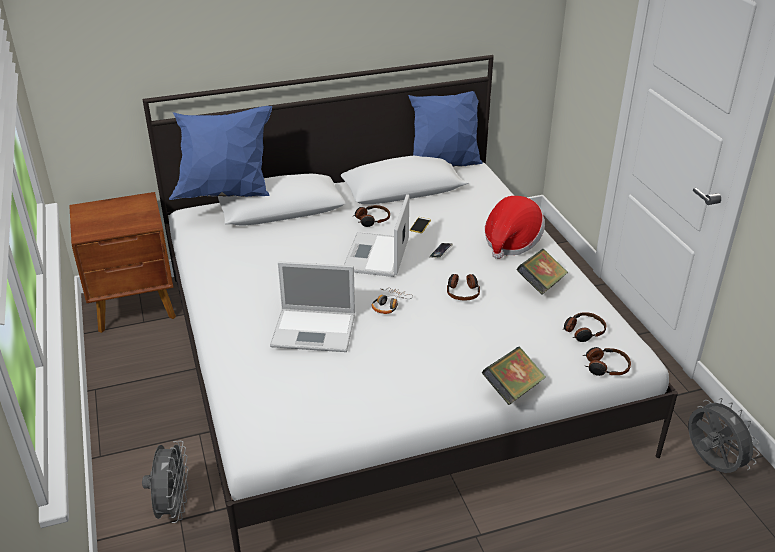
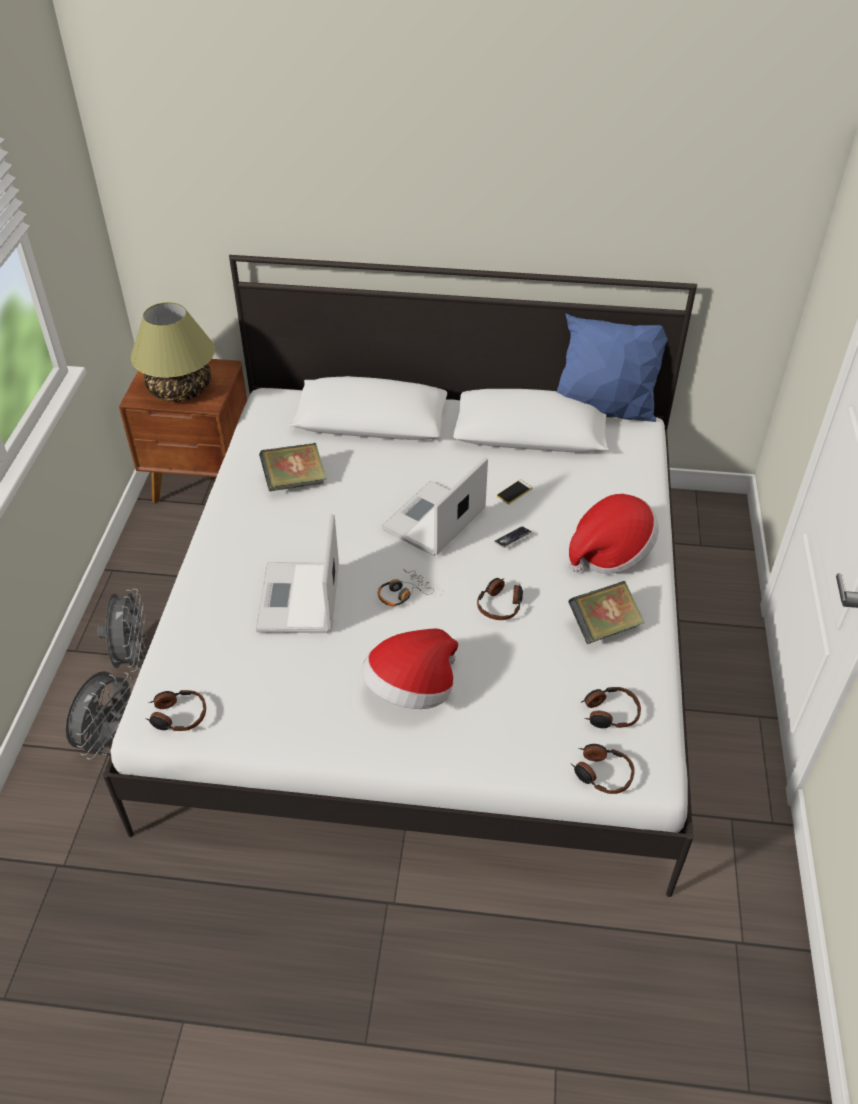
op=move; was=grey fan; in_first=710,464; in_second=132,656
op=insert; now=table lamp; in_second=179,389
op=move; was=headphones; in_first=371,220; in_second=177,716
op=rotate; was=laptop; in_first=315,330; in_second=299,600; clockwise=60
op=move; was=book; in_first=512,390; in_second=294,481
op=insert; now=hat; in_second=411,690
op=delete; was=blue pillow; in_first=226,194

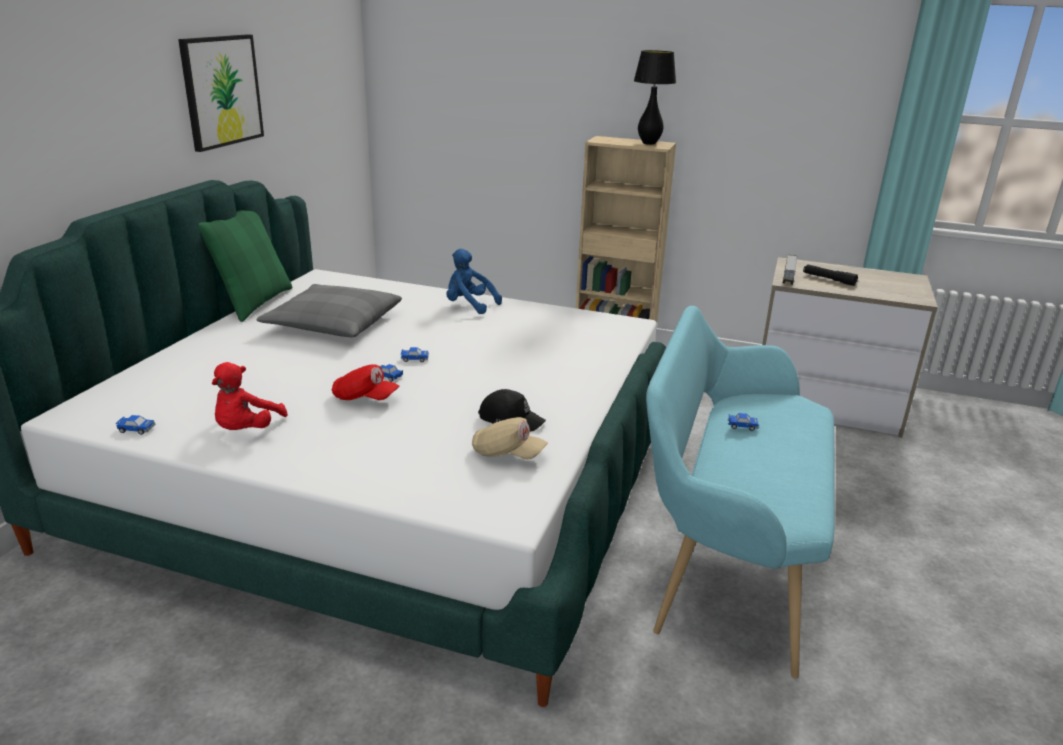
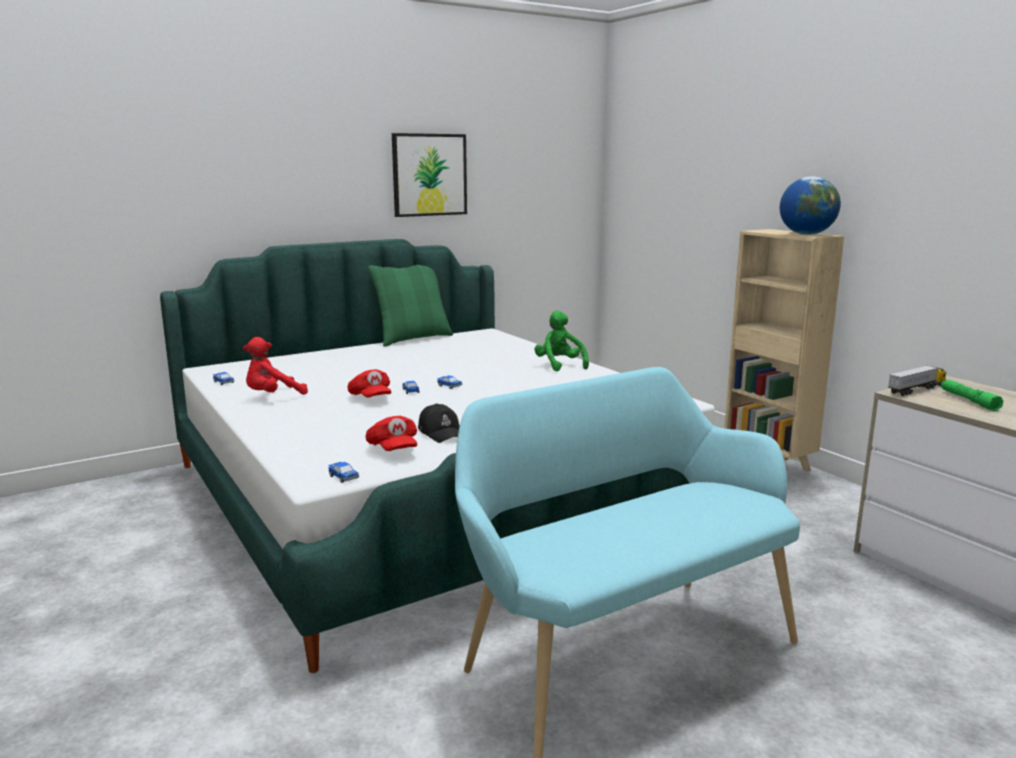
op=move; was=toy car; in_first=742,426; in_second=343,477
op=recolor; was=beige cap; now=red cap; in_first=507,454; in_second=393,450
op=recolor; was=blue plush toy; now=green plush toy; in_first=469,305; in_second=559,365
op=replace; was=black table lamp; now=globe; in_first=648,143; in_second=806,234
op=recolor; was=black flashlight; now=green flashlight; in_first=828,279; in_second=968,400
op=delete; was=grey pillow; in_first=333,323

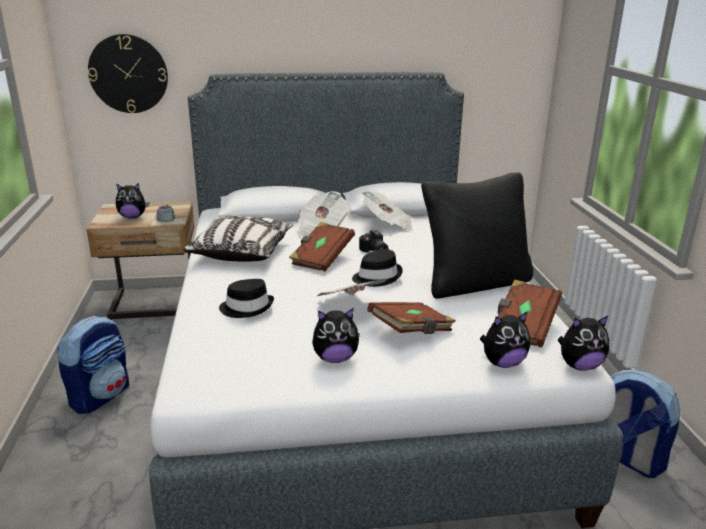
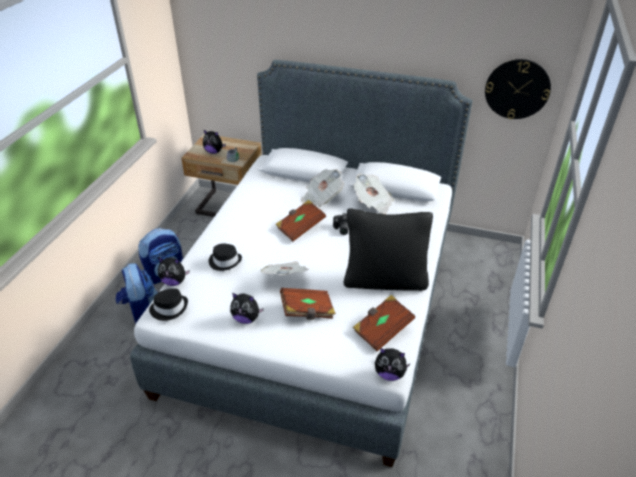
op=move; was=backpack; in_first=624,458; in_second=141,312
op=move; was=black hat; in_first=377,277; in_second=169,308
op=move; was=plush toy; in_first=502,363; in_second=174,282
op=move; was=wall clock; in_first=128,74; in_second=517,89
op=delete; was=pillow; in_first=242,252

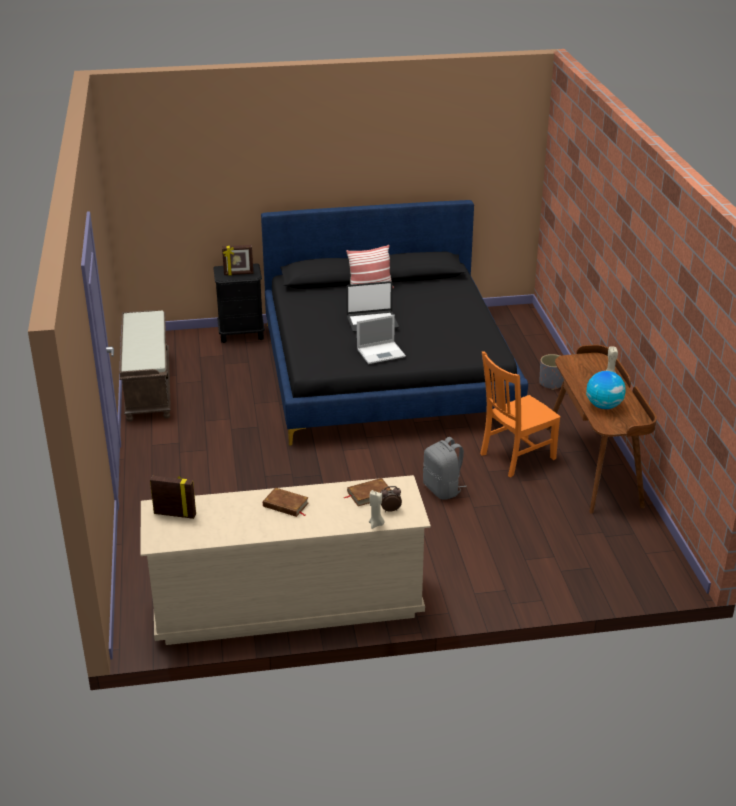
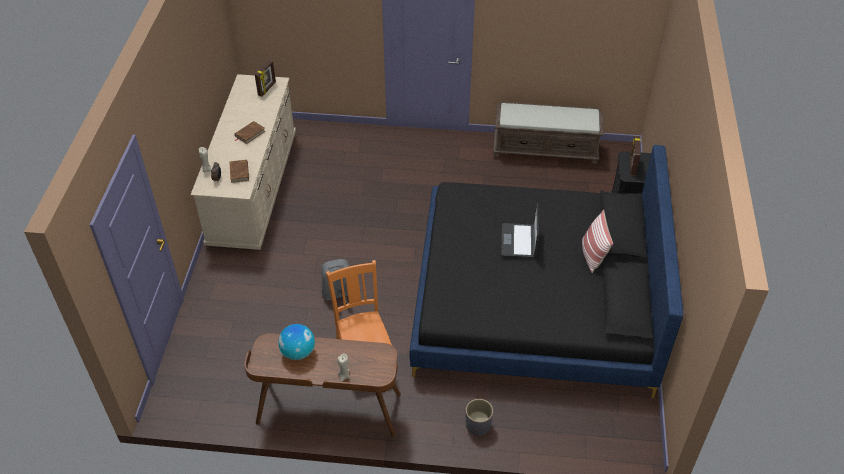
op=delete; was=laptop; in_first=382,352

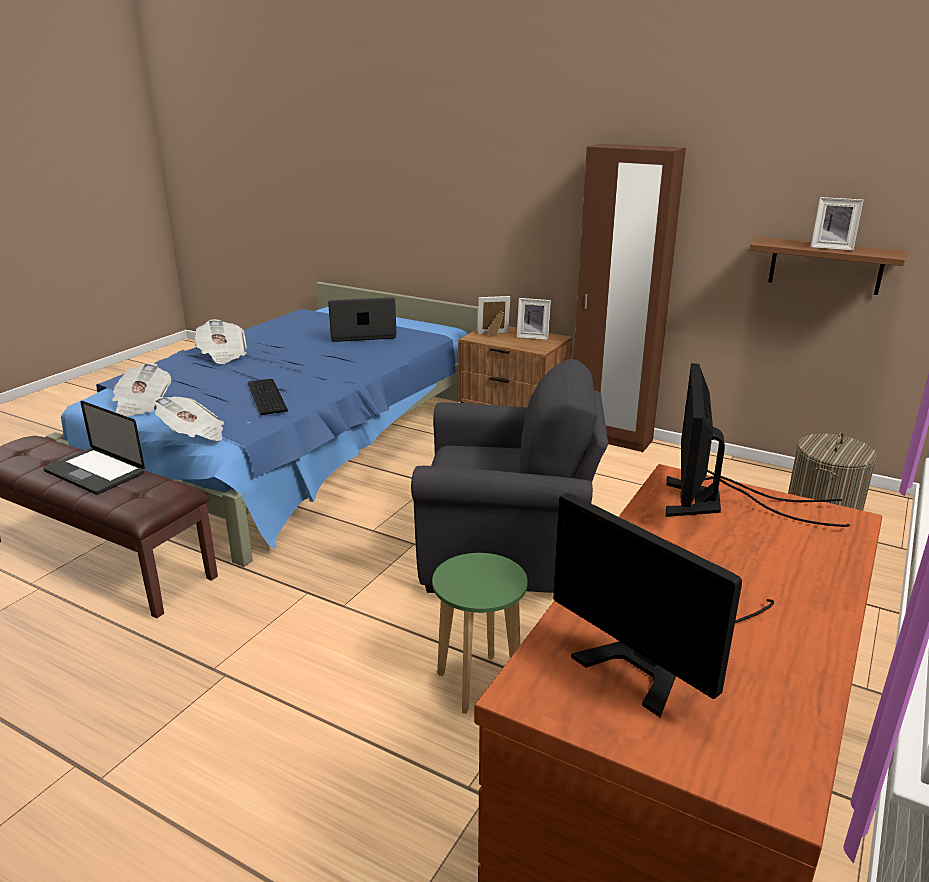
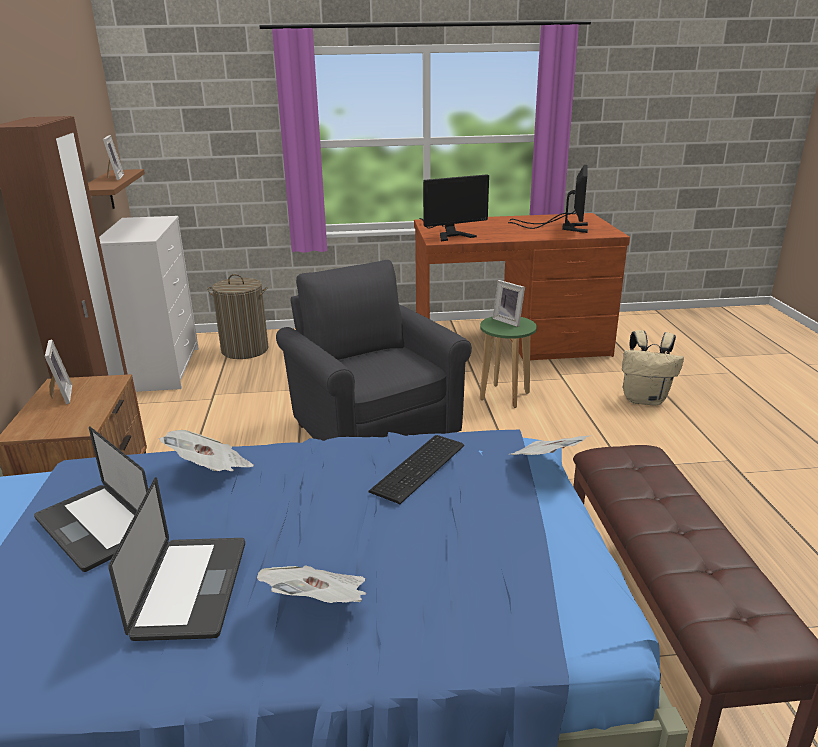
op=insert; now=white dresser; in_second=163,368
op=move; was=laptop; in_first=95,472; in_second=191,588
op=move; was=newspaper; in_first=142,406; in_second=211,470
op=move; was=picture frame; in_first=493,334; in_second=509,321
op=insert; now=beige backpack; in_second=645,399

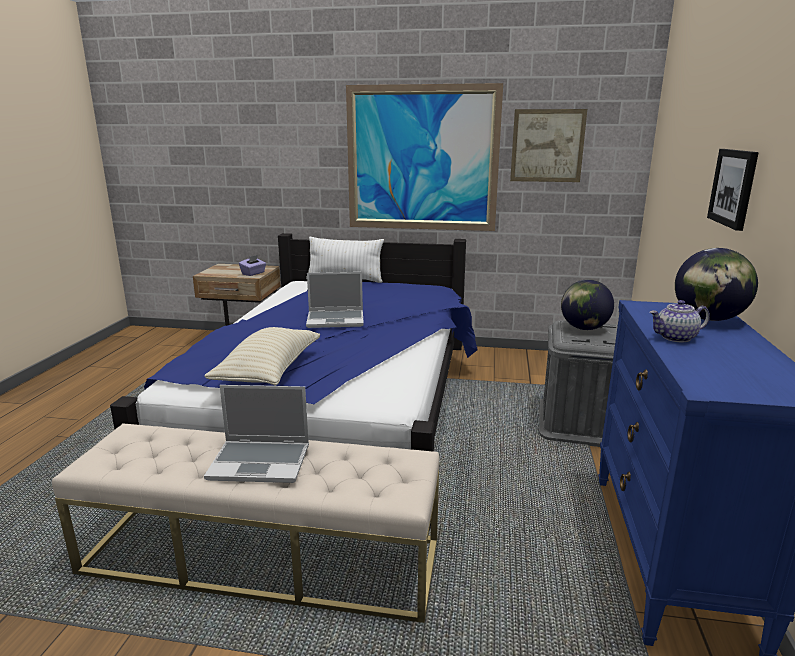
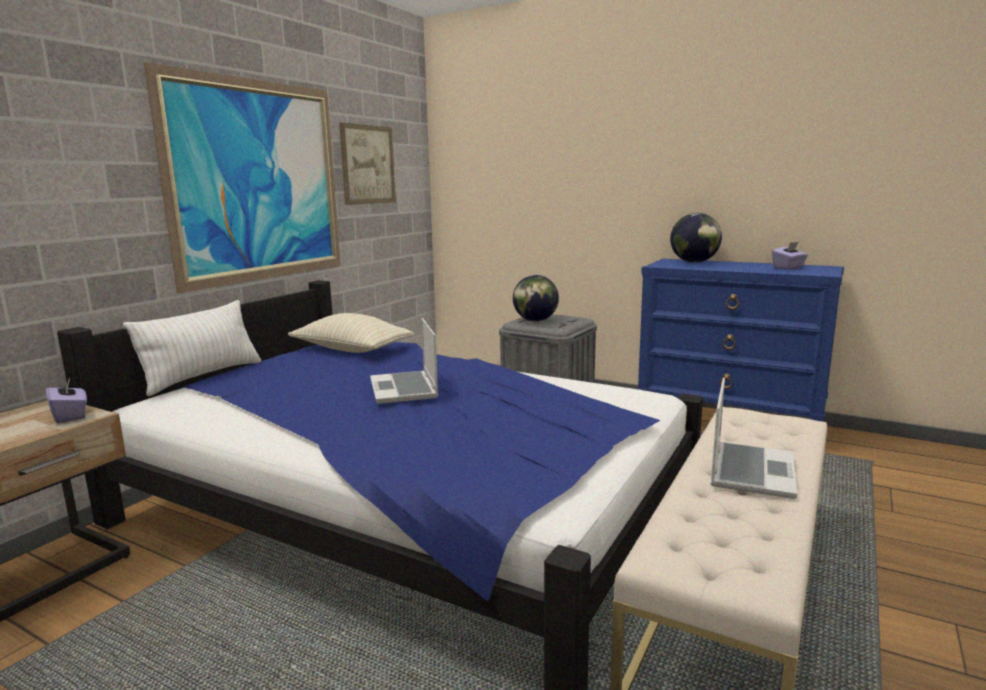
op=move; was=beige pillow; in_first=269,371; in_second=351,350
op=rotate; was=laptop; in_first=336,320; in_second=404,389; clockwise=150
op=insert; now=purple tissue box; in_second=788,268
op=delete; was=teapot; in_first=675,338
op=delete; was=picture; in_first=733,187

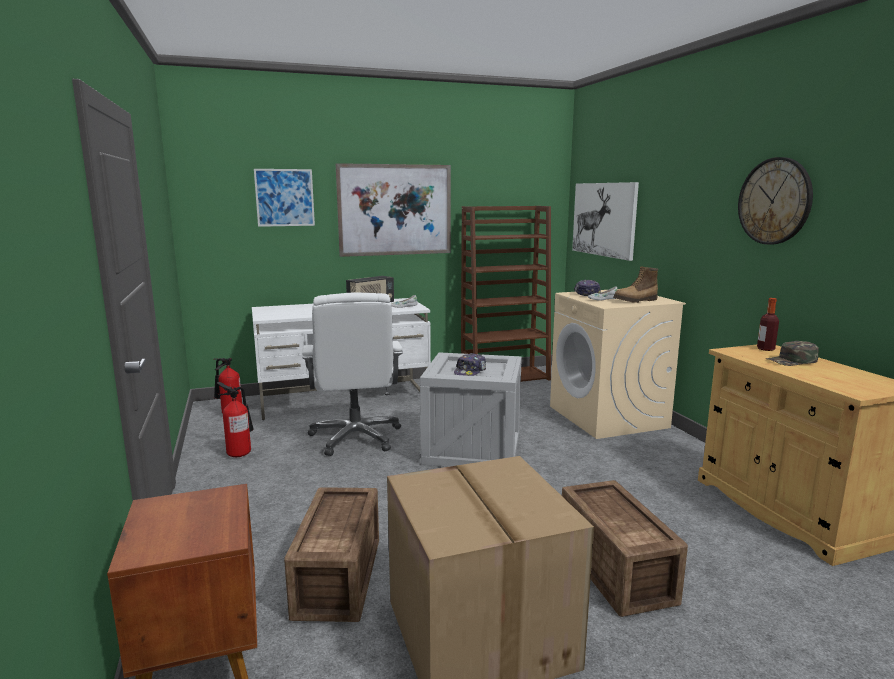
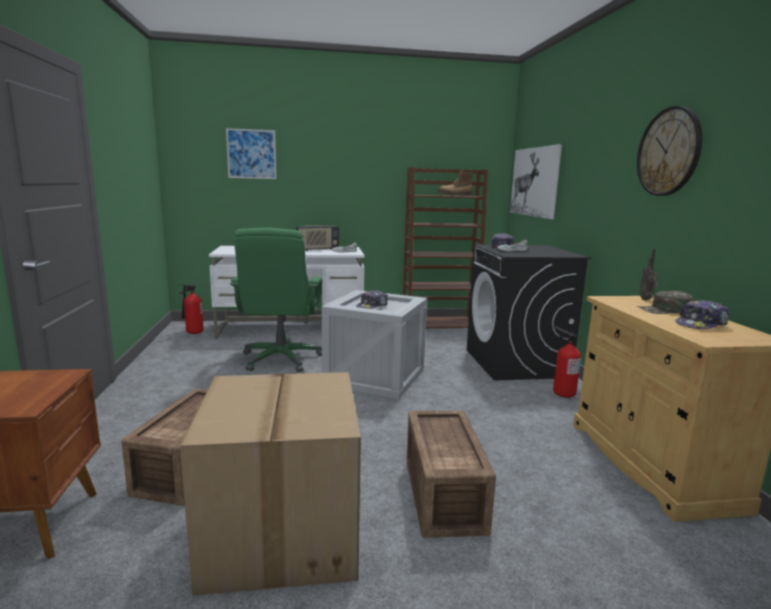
op=recolor; was=white office chair; now=green office chair; in_first=356,437; in_second=281,359
op=move; was=boot; in_first=636,301; in_second=455,195
op=recolor; was=beige washing machine; now=black washing machine; in_first=608,417; in_second=516,363
op=move; was=fire extinguisher; in_first=240,453; in_second=563,394
op=replace; was=bottle; now=radio; in_first=765,349; in_second=646,299
op=insert; now=cap; in_second=701,324
op=delete; was=picture; in_first=395,210

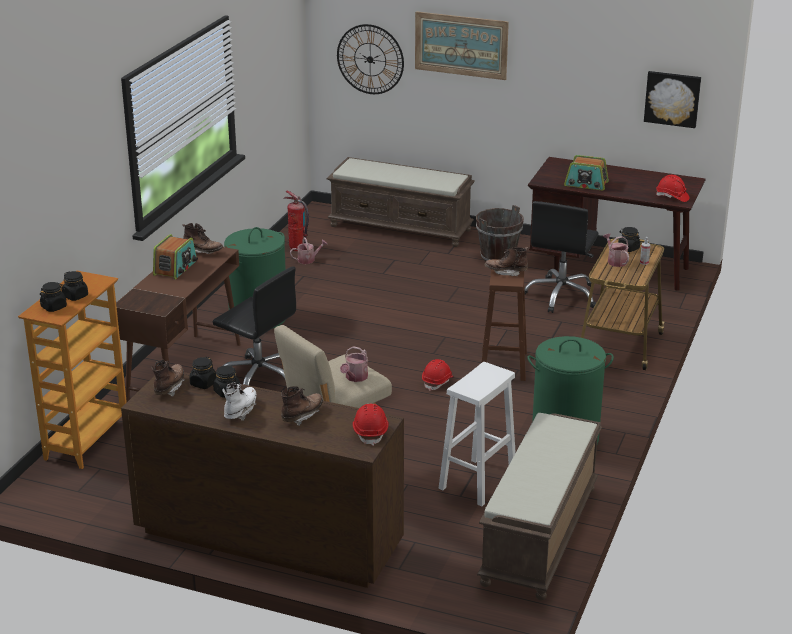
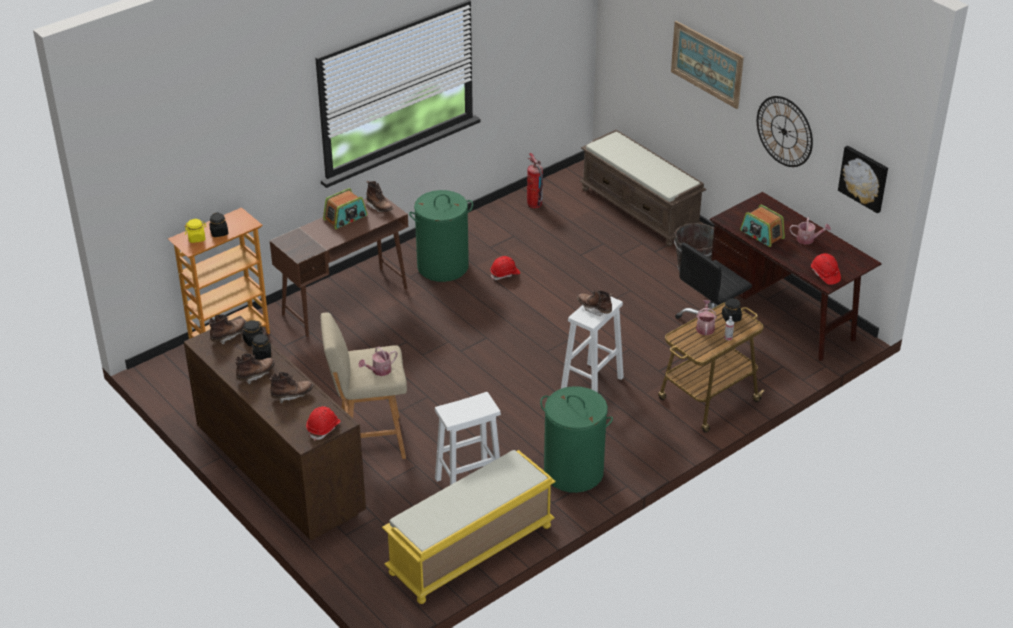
op=recolor; was=black jar; now=yellow jar; in_first=54,307; in_second=197,238
op=recolor; was=white boot; now=brown boot; in_first=240,411; in_second=255,375
op=recolor; was=brown bench; now=yellow bench; in_first=540,536; in_second=470,550
op=move; was=red hard hat; in_first=438,382; in_second=505,274
op=recolor; was=brown stool; now=white stool; in_first=503,365; in_second=591,384
op=move; was=wall clock; in_first=370,59; in_second=784,131
op=move; was=watering can; in_first=308,260; in_second=808,239
op=delete; was=black office chair; in_first=259,378

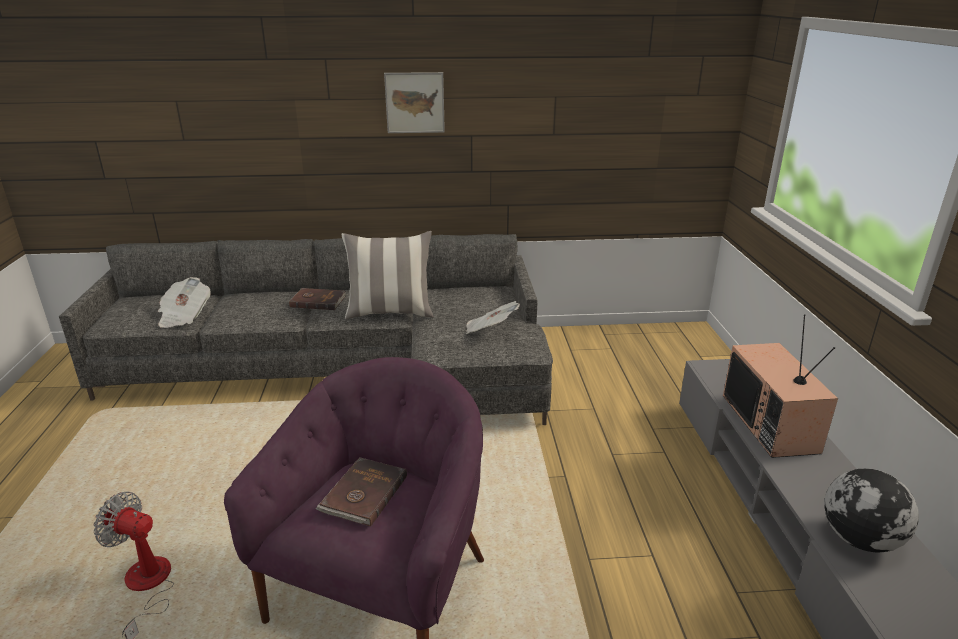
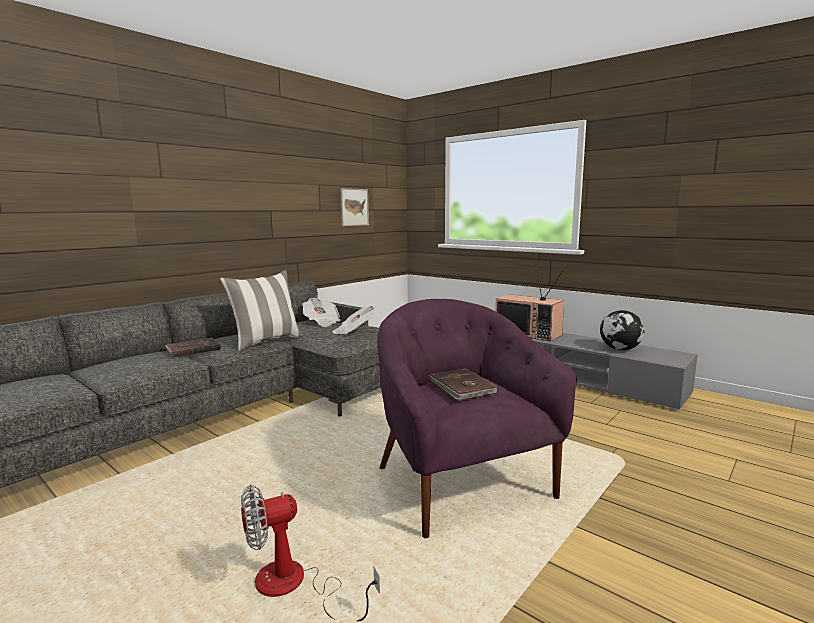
op=move; was=newspaper; in_first=184,316; in_second=321,322
op=move; was=picture; in_first=415,103; in_second=354,207

